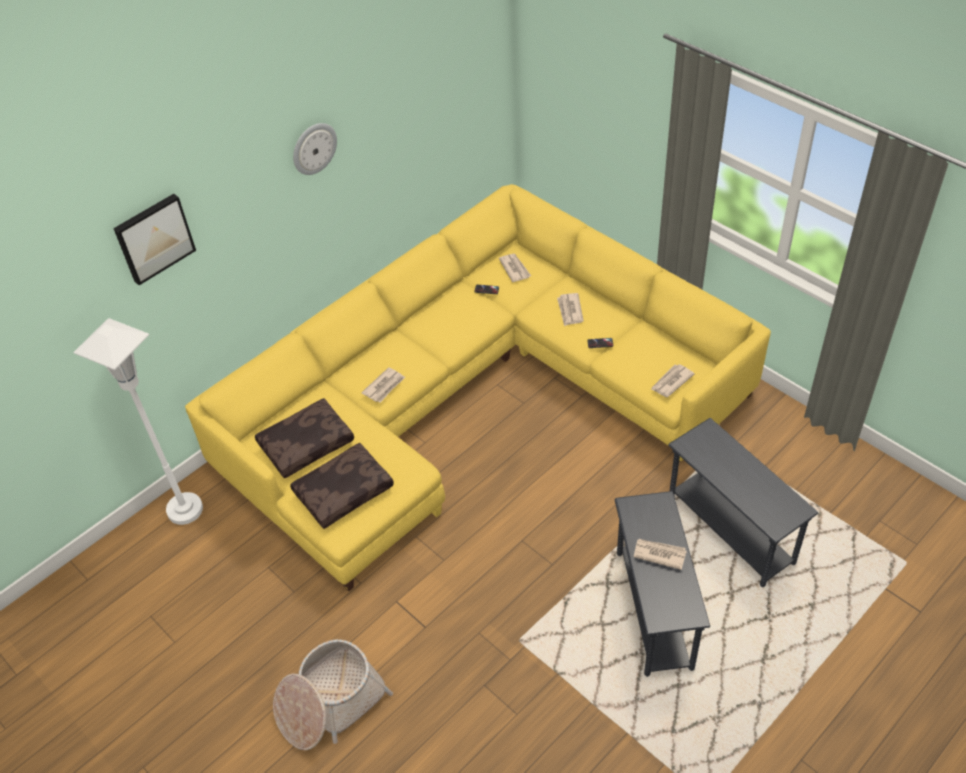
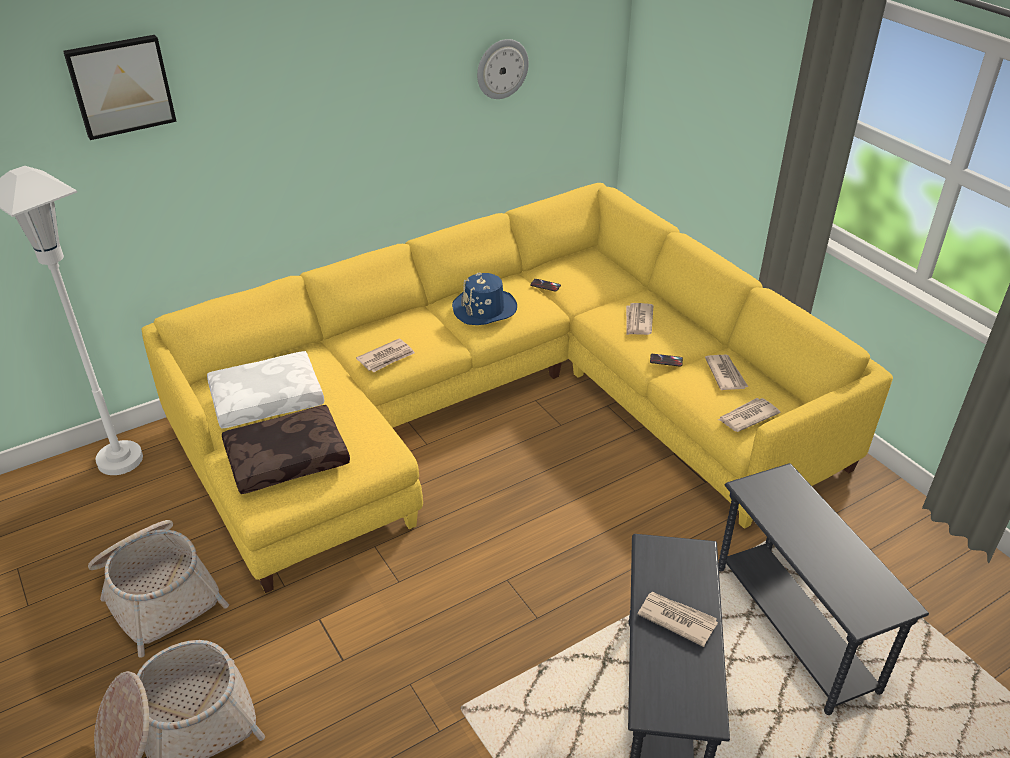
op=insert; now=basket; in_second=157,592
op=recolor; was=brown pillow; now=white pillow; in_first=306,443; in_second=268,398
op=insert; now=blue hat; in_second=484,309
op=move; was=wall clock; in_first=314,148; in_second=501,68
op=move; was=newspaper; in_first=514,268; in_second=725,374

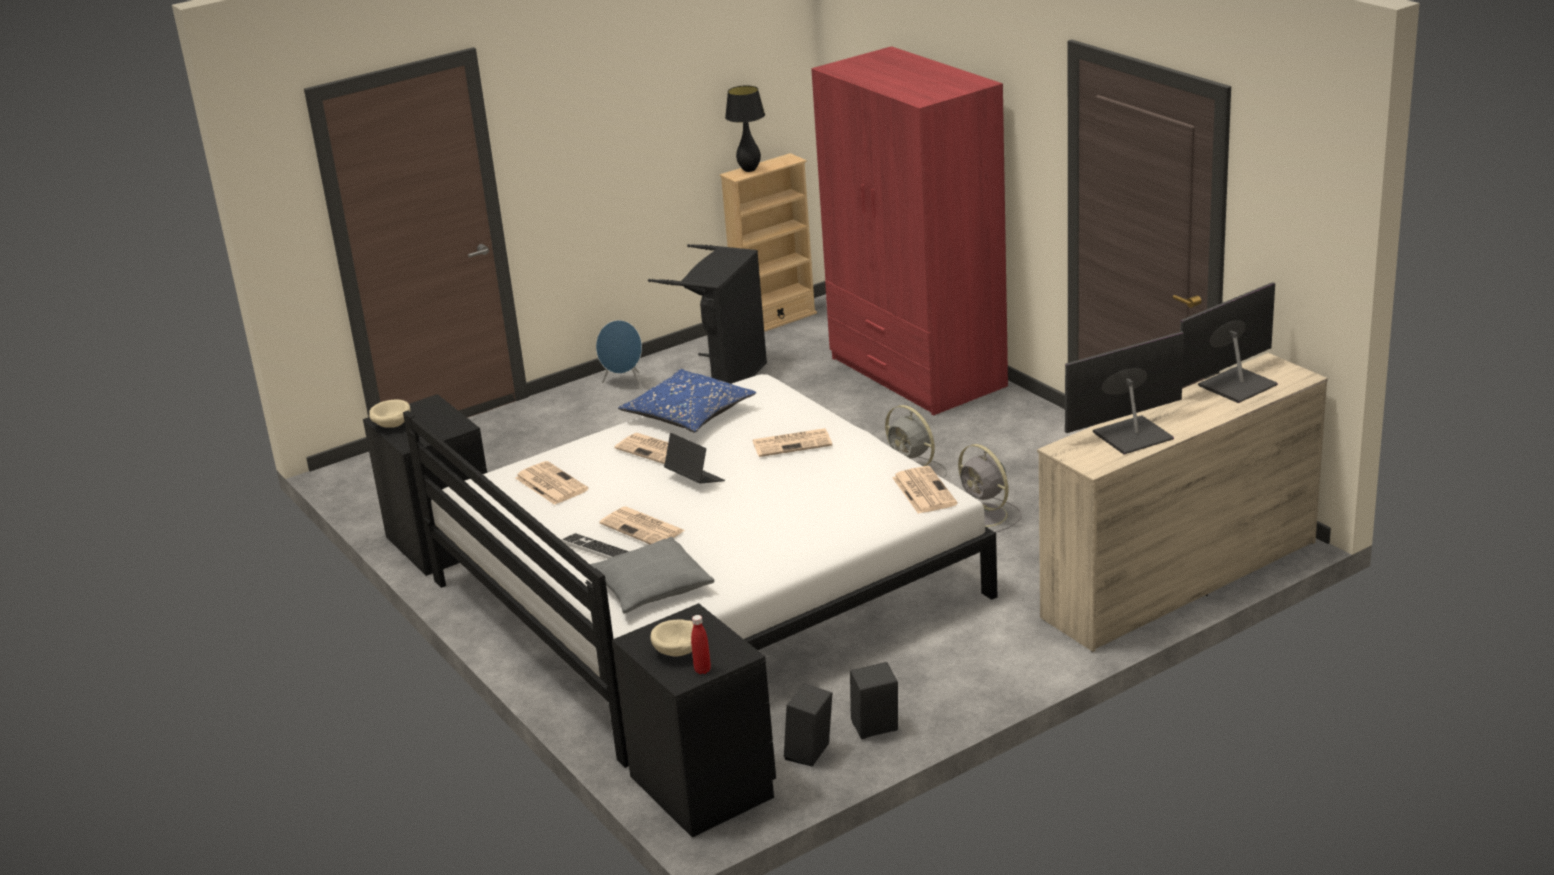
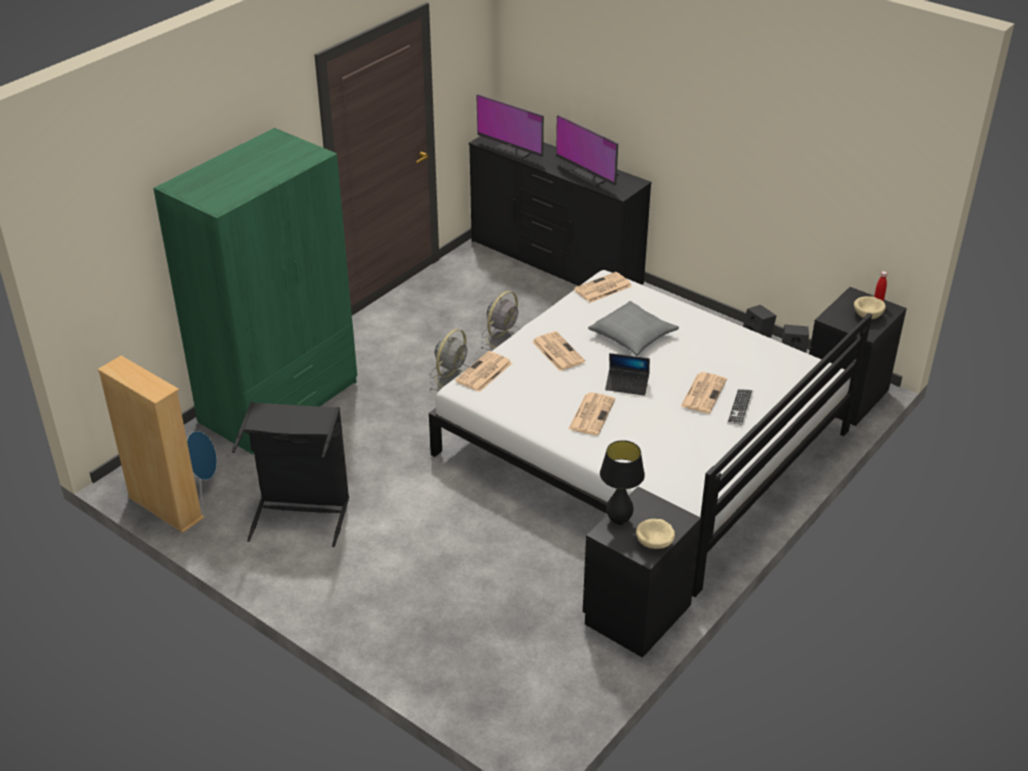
op=recolor; was=red wardrobe; now=green wardrobe; in_first=916,373; in_second=280,402
op=move; was=blue speaker; in_first=625,384; in_second=204,485
op=move; was=newspaper; in_first=550,484; in_second=484,373
op=recolor; was=beige dresser; now=black dresser; in_first=1178,579; in_second=555,263
op=move; was=grey pillow; in_first=650,587; in_second=632,336
op=move; was=black table lamp; in_first=749,170; in_second=619,520
op=rotate; was=laptop; in_first=694,479; in_second=627,385; clockwise=-105
op=delete; was=blue pillow; in_first=689,415

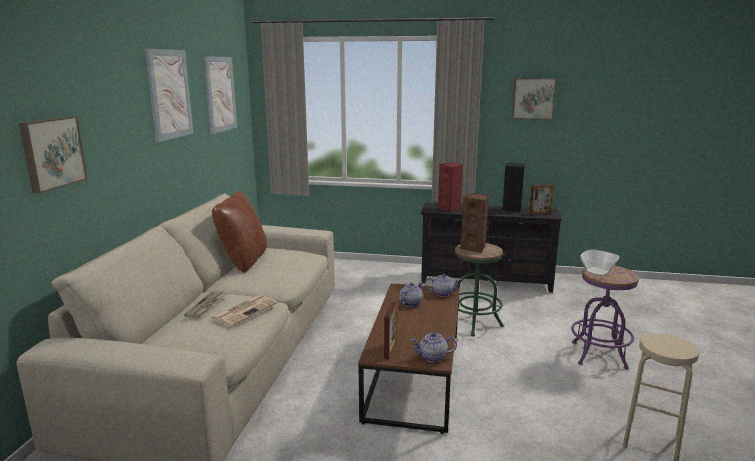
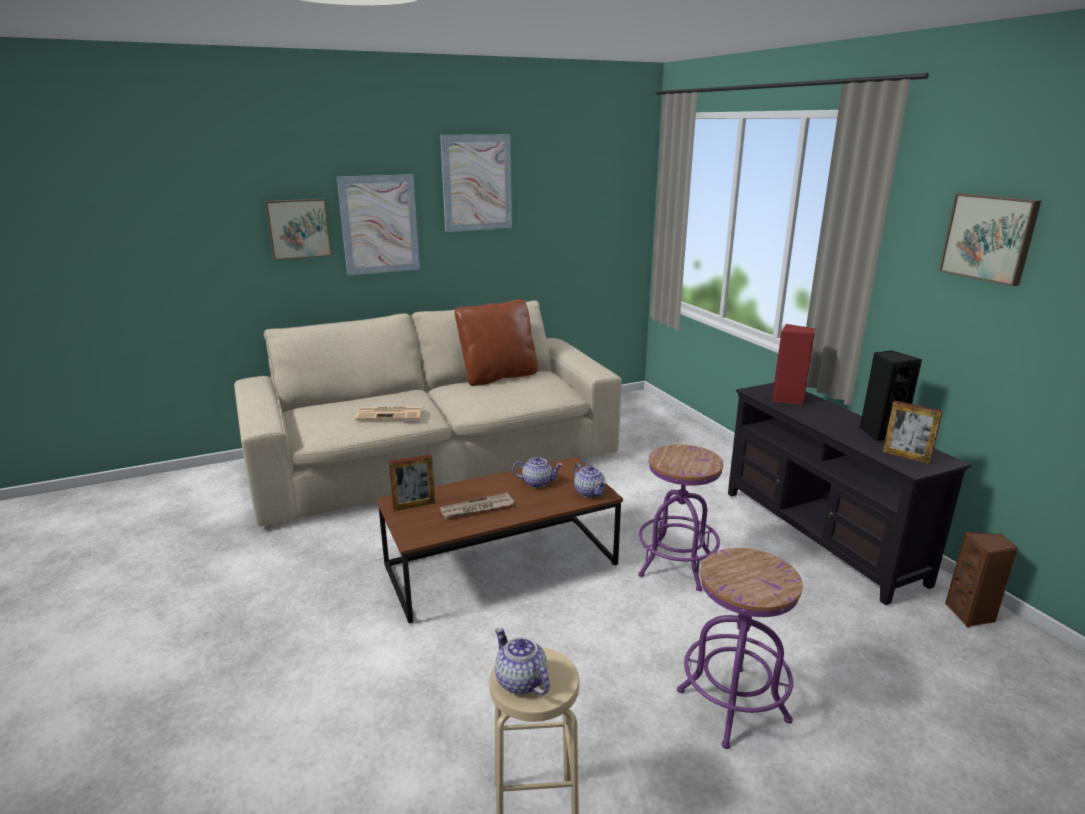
op=move; was=picture; in_first=220,94; in_second=379,224
op=move; was=newspaper; in_first=207,306; in_second=477,508
op=move; was=teapot; in_first=432,357; in_second=520,681
op=recolor; was=green stool; now=purple stool; in_first=474,323; in_second=676,566
op=move; was=brown speaker; in_first=474,248; in_second=971,615
op=delete; was=bowl; in_first=598,272

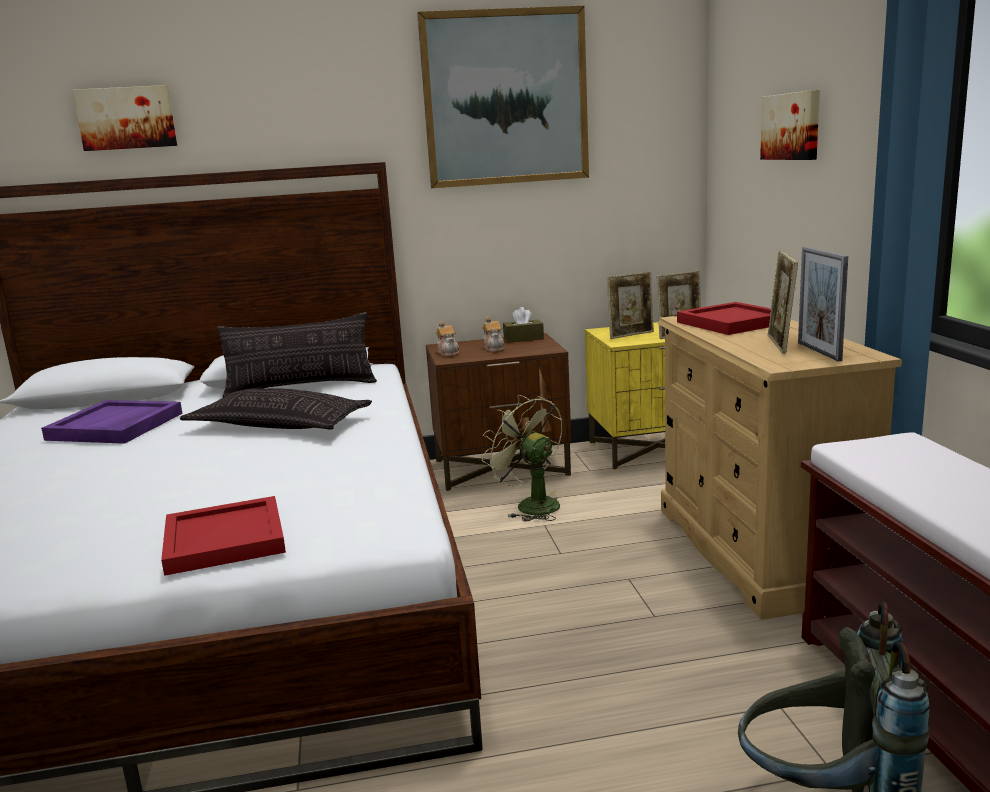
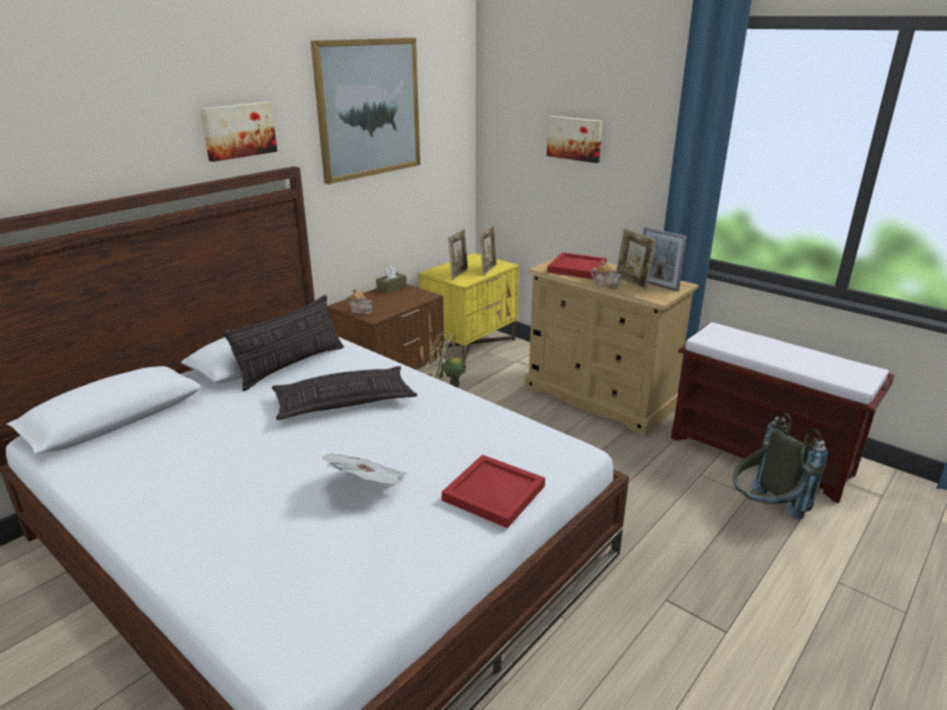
op=move; was=picture; in_first=126,118; in_second=238,130
op=insert; now=newspaper; in_second=368,486
op=move; was=teapot; in_first=494,348; in_second=605,285
op=delete; was=purple tray; in_first=115,426

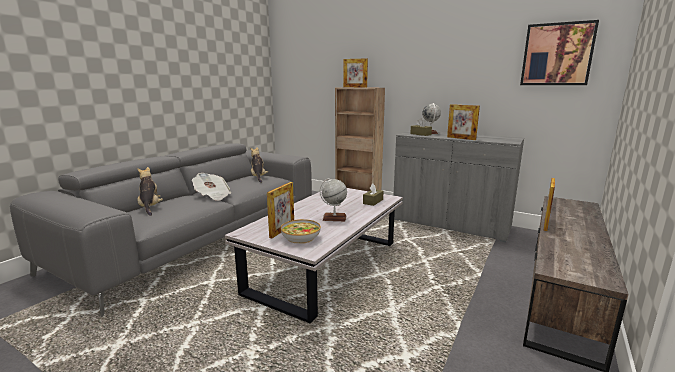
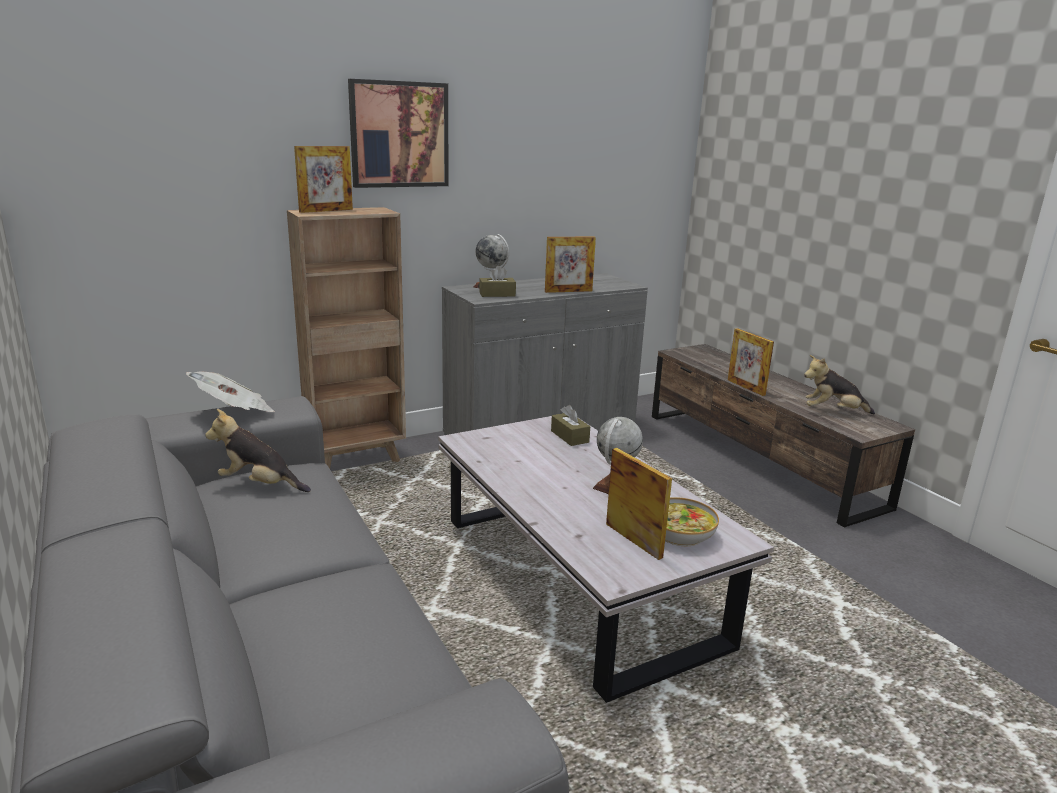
op=move; was=newspaper; in_first=212,196; in_second=234,411
op=move; was=picture; in_first=557,54; in_second=399,134
op=move; was=plush toy; in_first=150,207; in_second=833,411

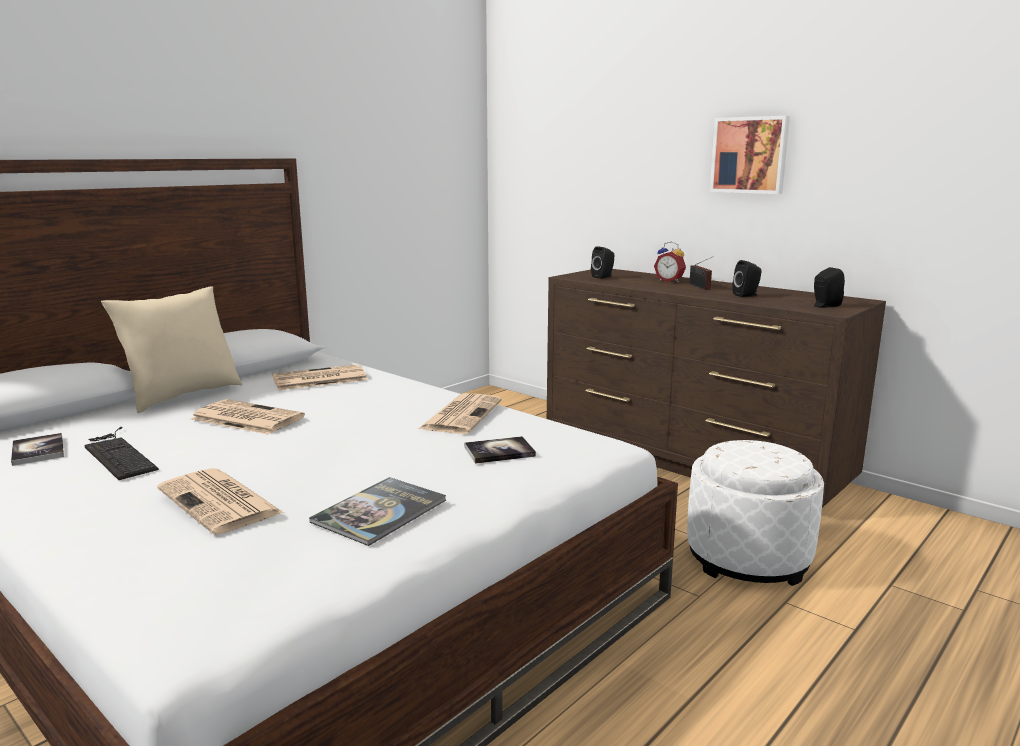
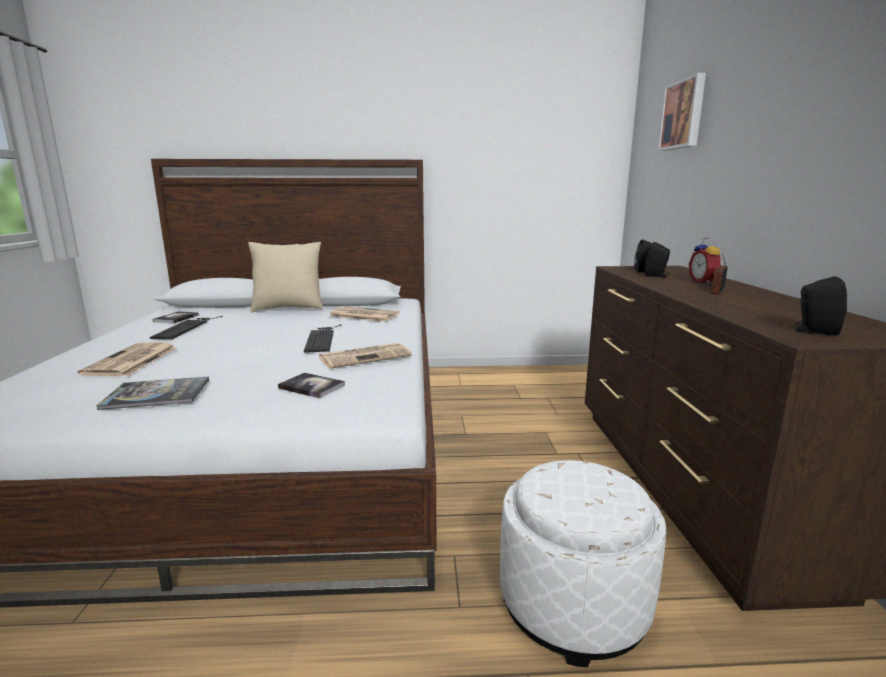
op=insert; now=keyboard; in_second=322,338
op=move; was=black speaker; in_first=747,295; in_second=656,276
op=move; was=picture; in_first=750,155; in_second=683,114
op=delete; was=newspaper; in_first=245,418

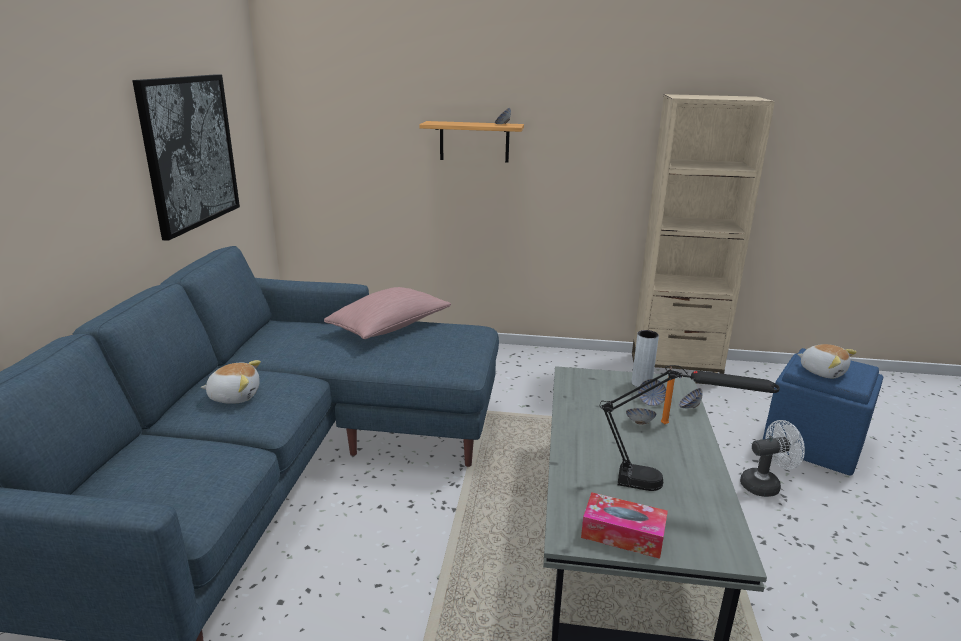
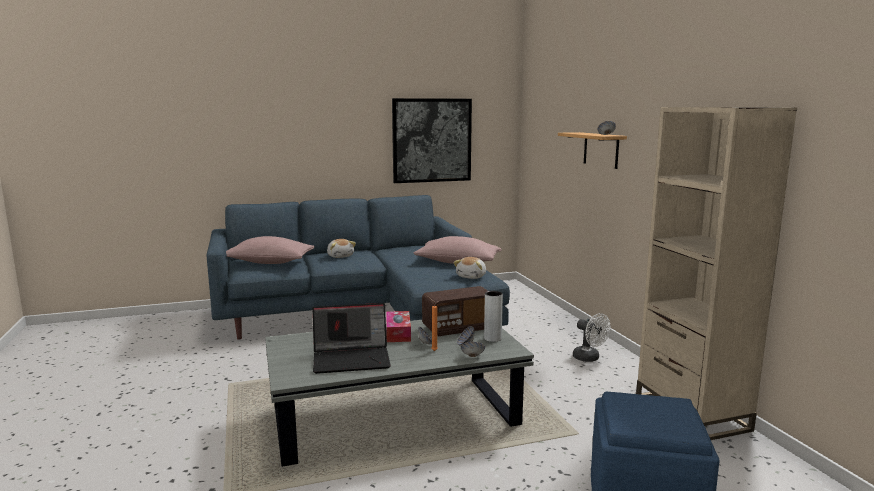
op=insert; now=pink pillow; in_second=270,262
op=replace; was=black table lamp; now=laptop; in_first=670,485; in_second=352,358
op=move; was=tissue box; in_first=623,534; in_second=398,333
op=insert; now=radio; in_second=458,328
op=move; was=plush toy; in_first=822,371; in_second=472,276
op=move; was=white fan; in_first=765,485; in_second=589,358

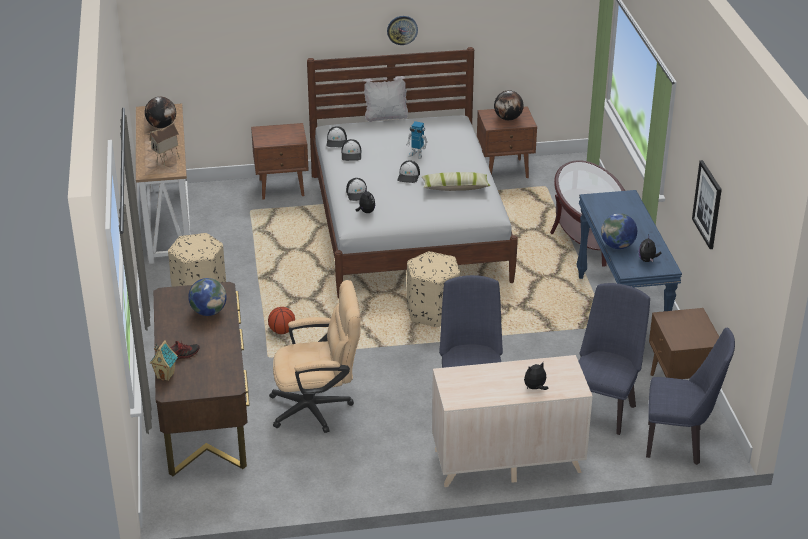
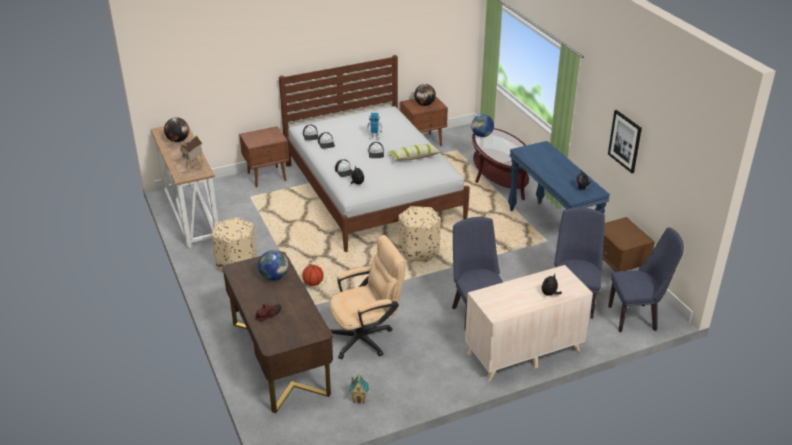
op=move; was=toy house; in_first=166,375; in_second=359,399
op=move; was=globe; in_first=617,246; in_second=482,135
op=delete; was=white pillow; in_first=385,117
op=delete; was=wall clock; in_first=402,30

